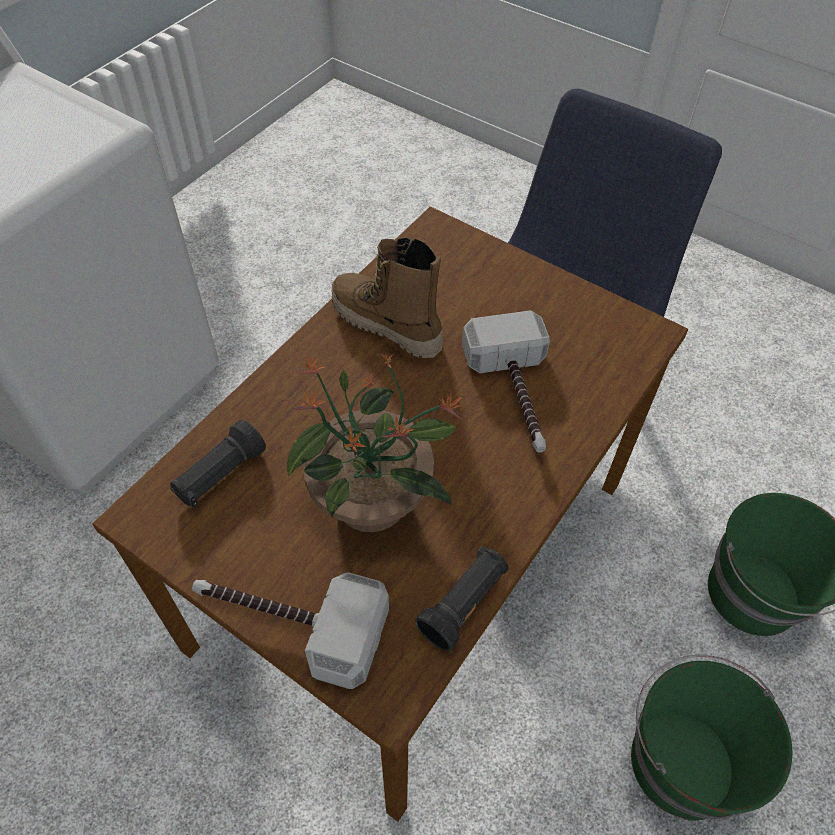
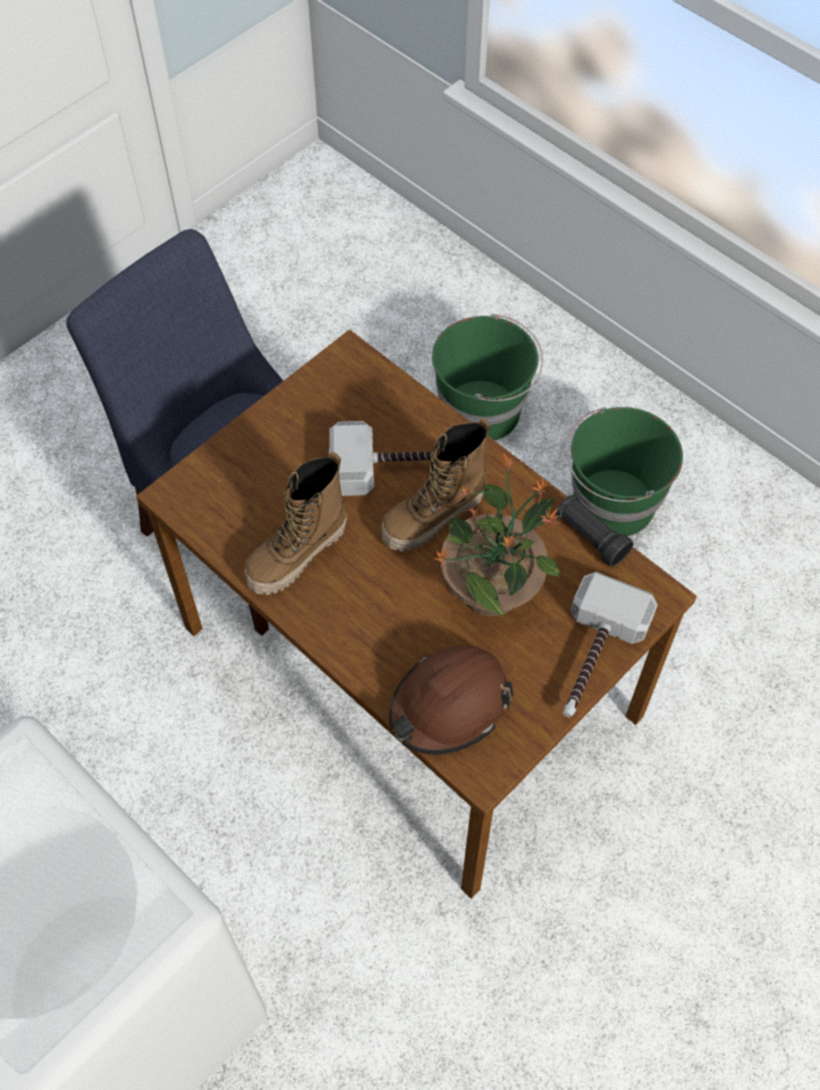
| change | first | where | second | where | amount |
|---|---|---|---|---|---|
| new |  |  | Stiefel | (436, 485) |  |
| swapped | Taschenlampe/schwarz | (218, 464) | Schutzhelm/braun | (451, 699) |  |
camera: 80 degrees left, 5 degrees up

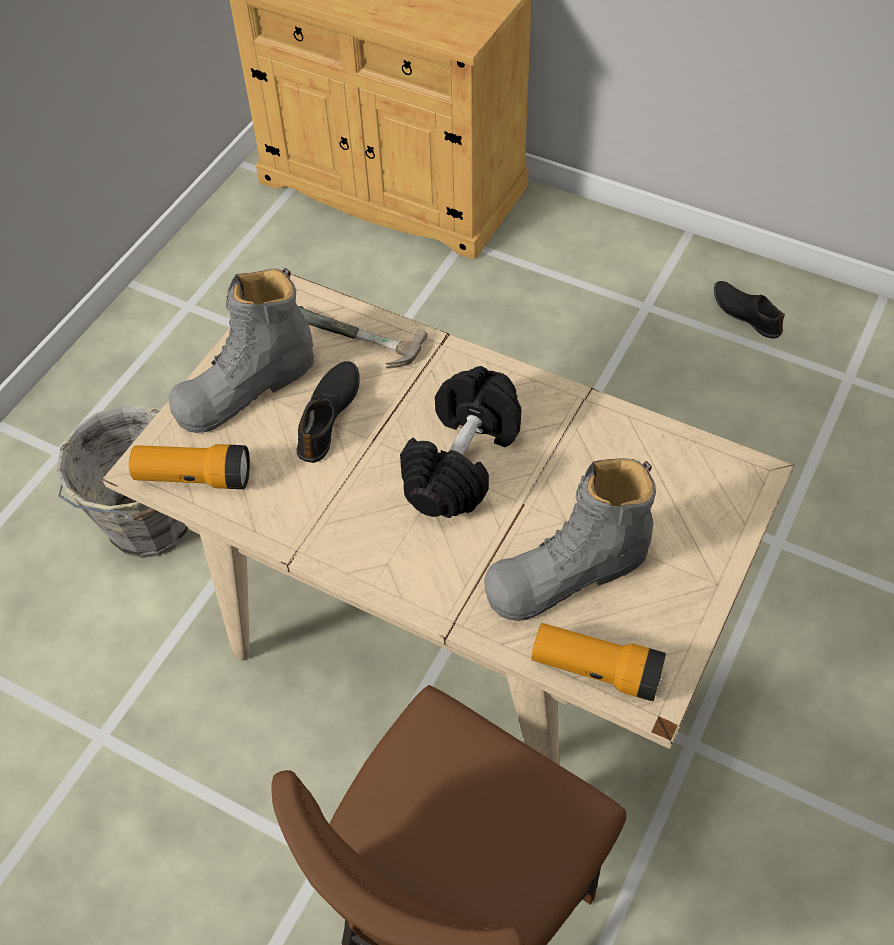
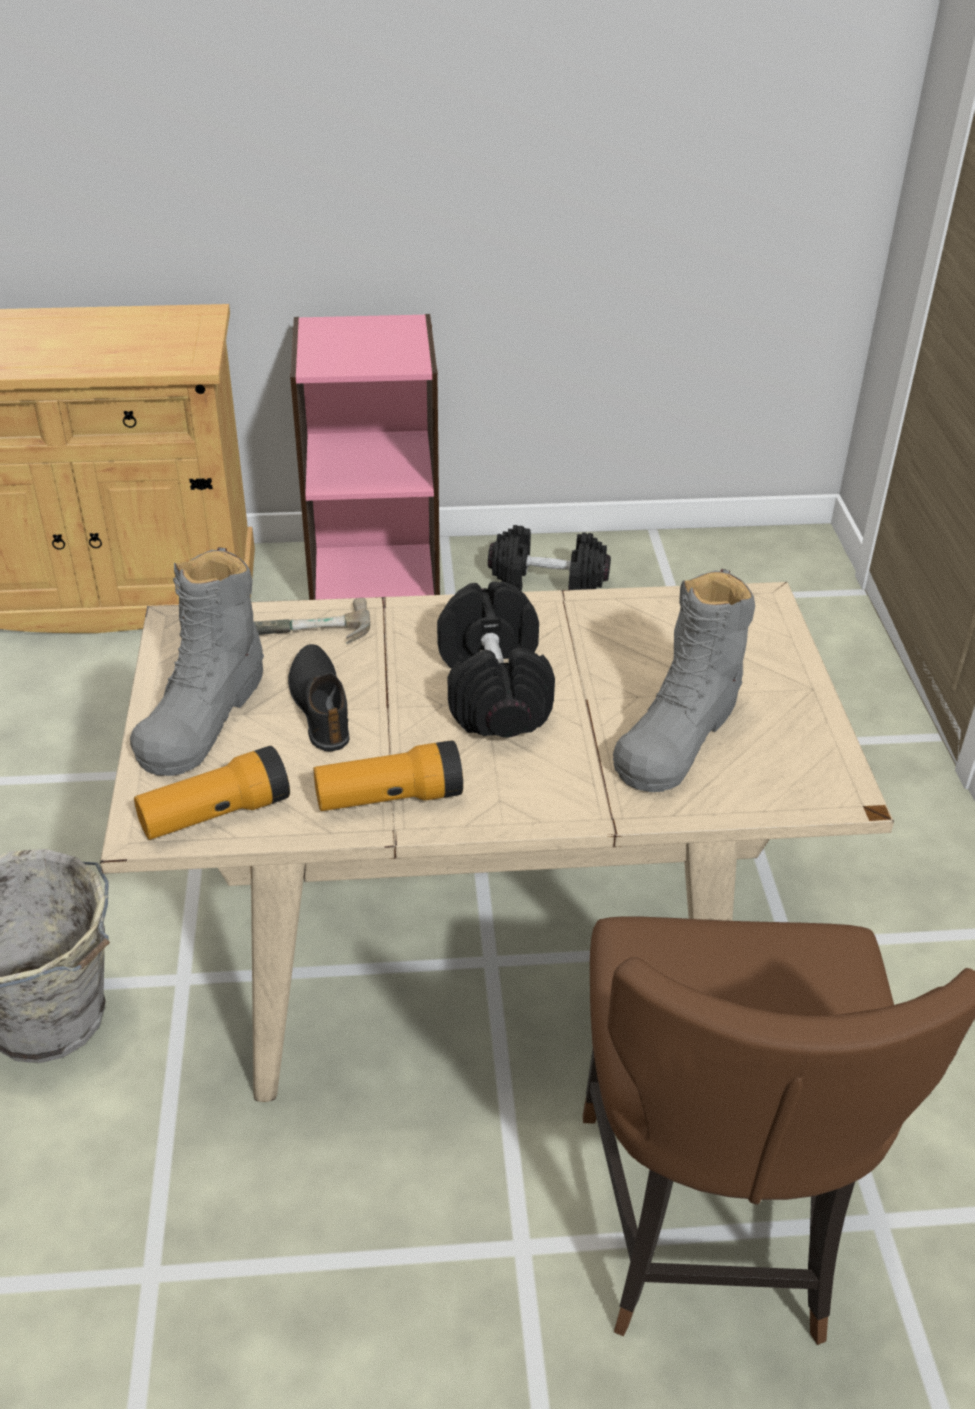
| change | first | where | second | where | amount |
|---|---|---|---|---|---|
| new |  |  | Bücherregal/rosa | (365, 457) |  |
| shifted | Taschenlampe | (598, 662) |  | (388, 776) |  |
| swapped | Schuh/schwarz | (749, 309) | Hantel/schwarz | (549, 558) |  |
camera: 35 degrees left, 15 degrees down

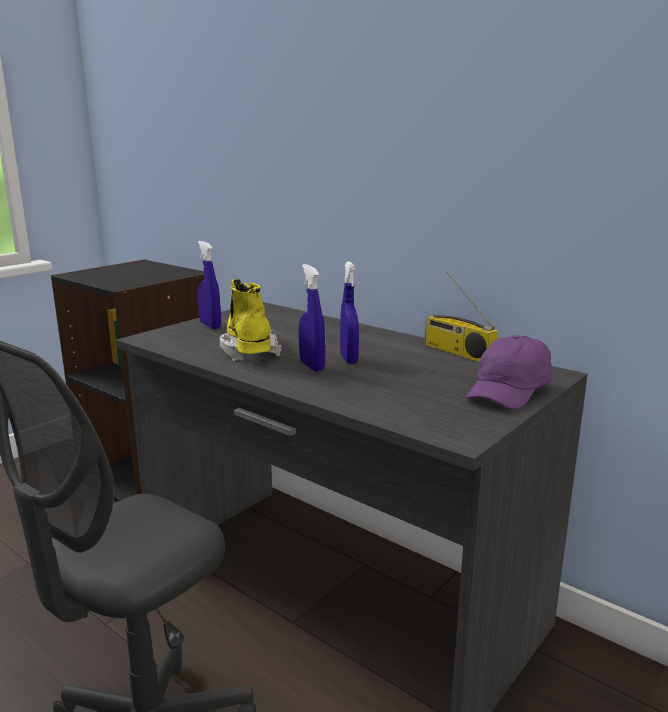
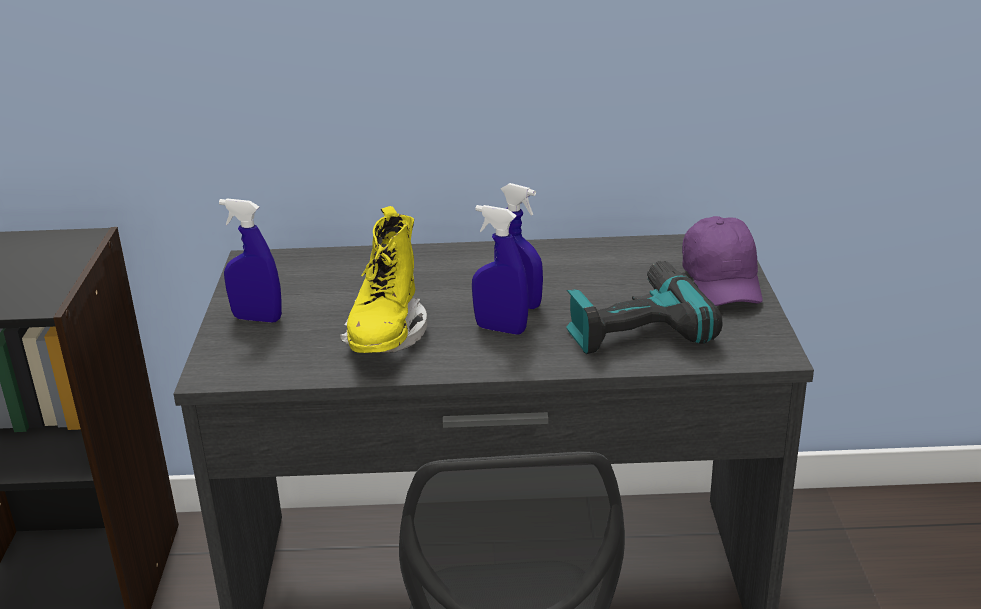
| change | first | where | second | where | amount |
|---|---|---|---|---|---|
| gone | Radio | (461, 317) |  |  |  |
| new |  |  | Bohrmaschine | (644, 307) |  |
| rotated | Stiefel/gelb | (251, 320) |  | (383, 279) | 120 degrees counterclockwise |
camera: 40 degrees left, 10 degrees up

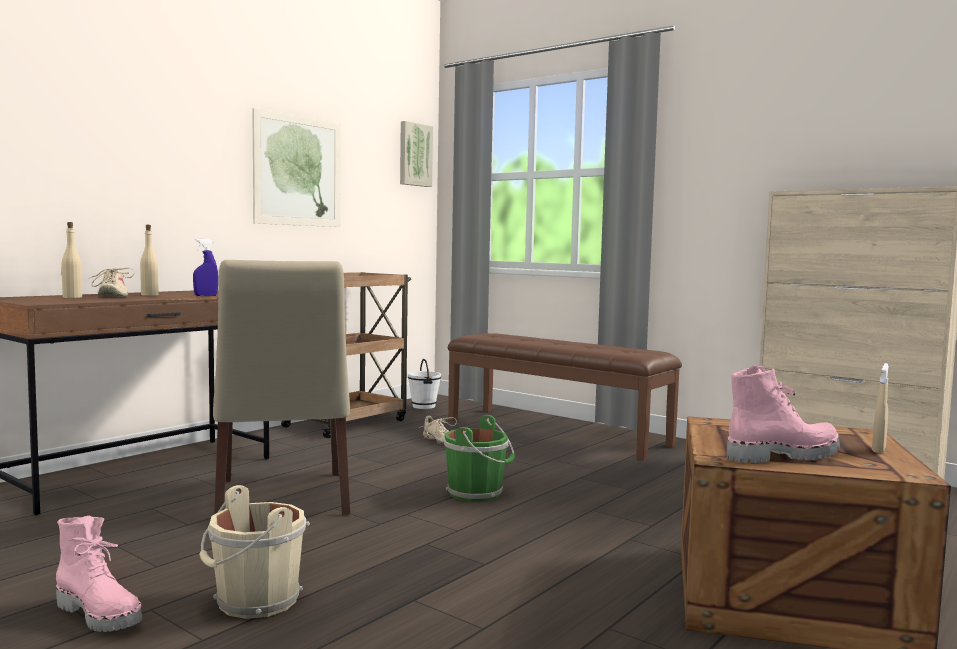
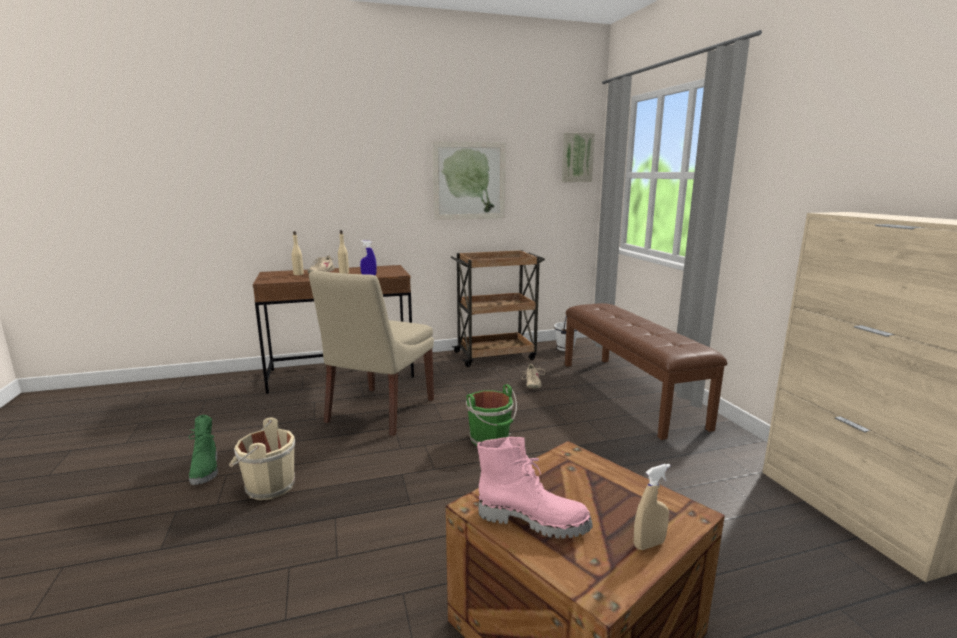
| change | first | where | second | where | amount |
|---|---|---|---|---|---|
| repainted | Stiefel/rosa | (99, 574) | Stiefel/grün | (203, 450) |  |
camera: 35 degrees right, 10 degrees up

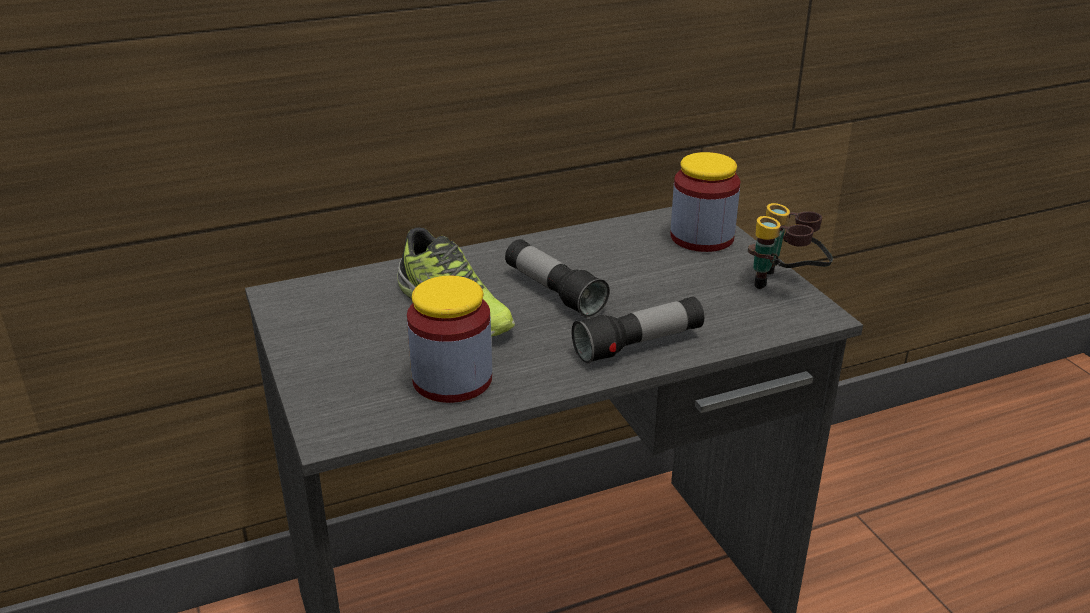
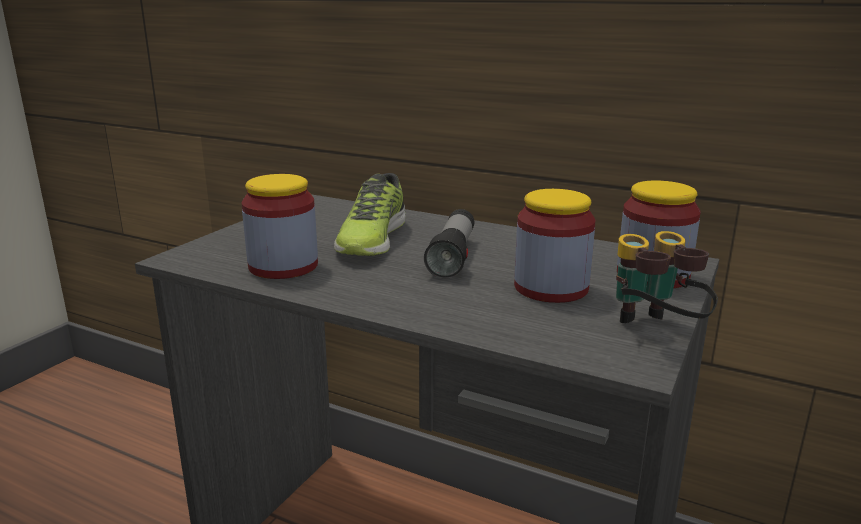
| change | first | where | second | where | amount |
|---|---|---|---|---|---|
| gone | Taschenlampe | (637, 330) |  |  |  |
| new |  |  | Vorratsglas | (555, 246) |  |
camera: 50 degrees right, 10 degrees down

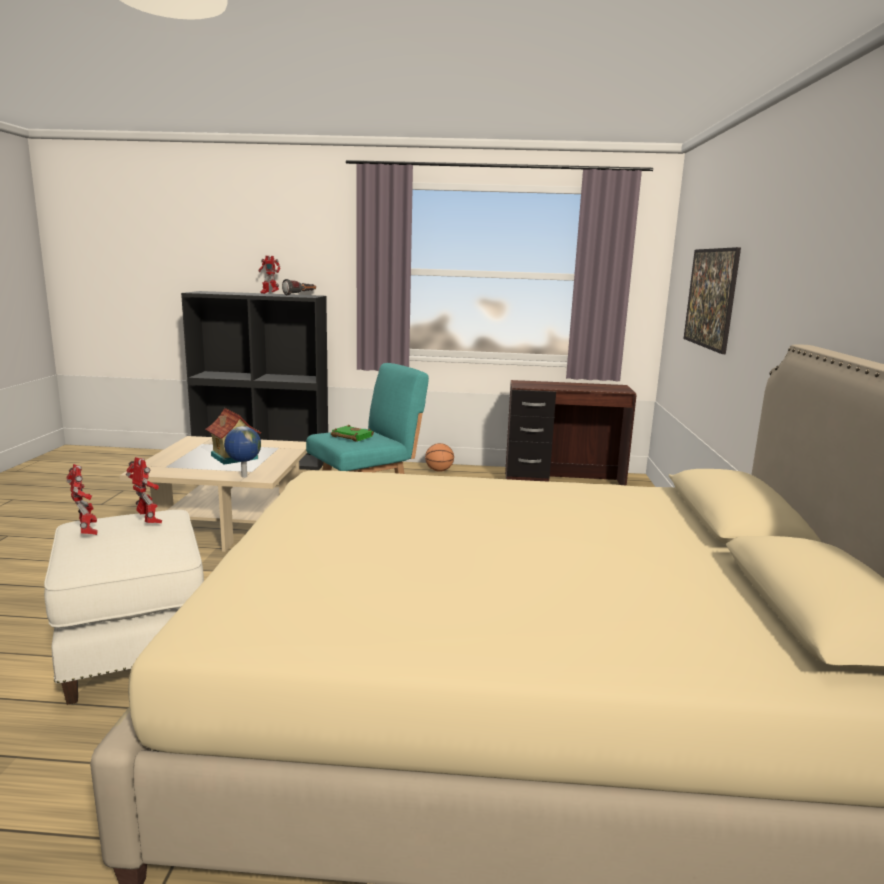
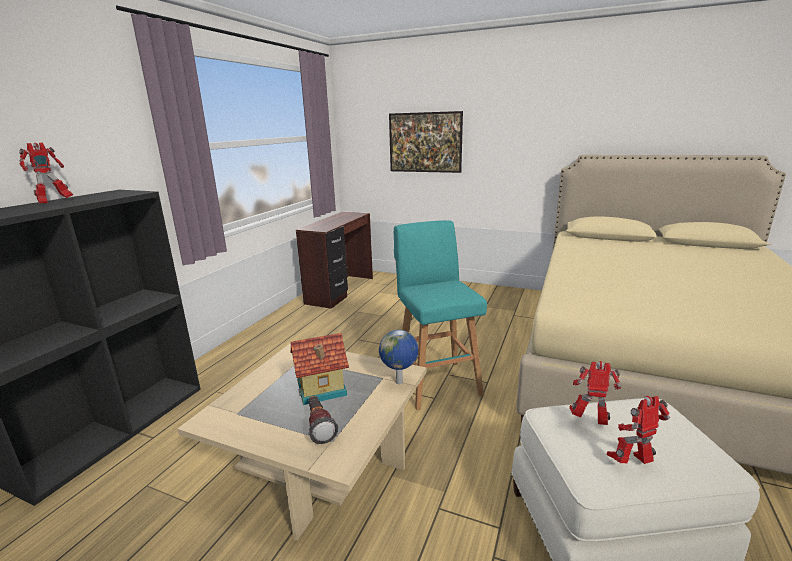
| change | first | where | second | where | amount |
|---|---|---|---|---|---|
| gone | Buch/grün | (352, 433) |  |  |  |
| gone | Basketball | (439, 457) |  |  |  |
| shifted | Taschenlampe | (299, 287) |  | (323, 420) |  |
| rotated | Spielzeugroboter | (144, 490) |  | (595, 393) | 45 degrees clockwise |
camera: 70 degrees left, 5 degrees up

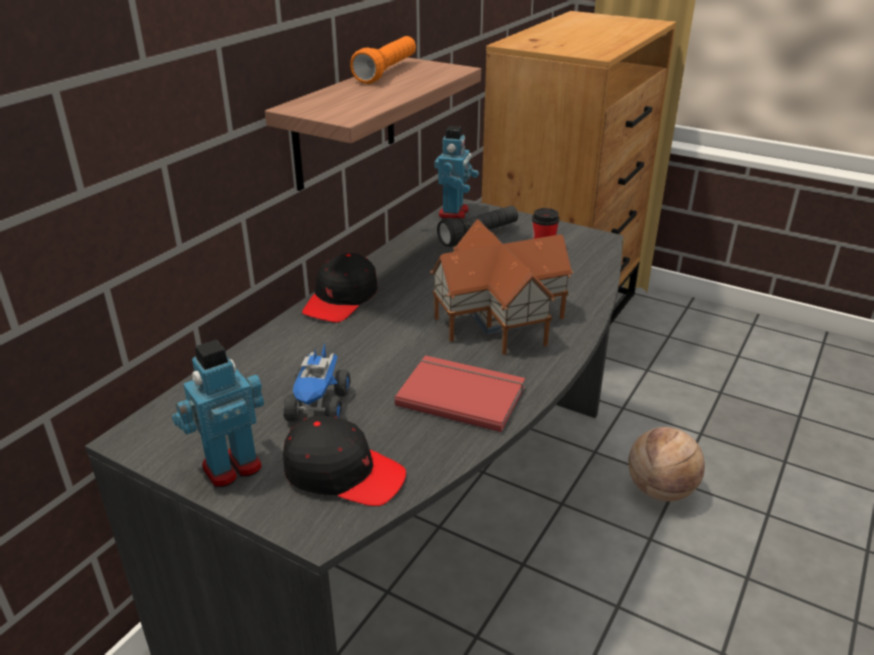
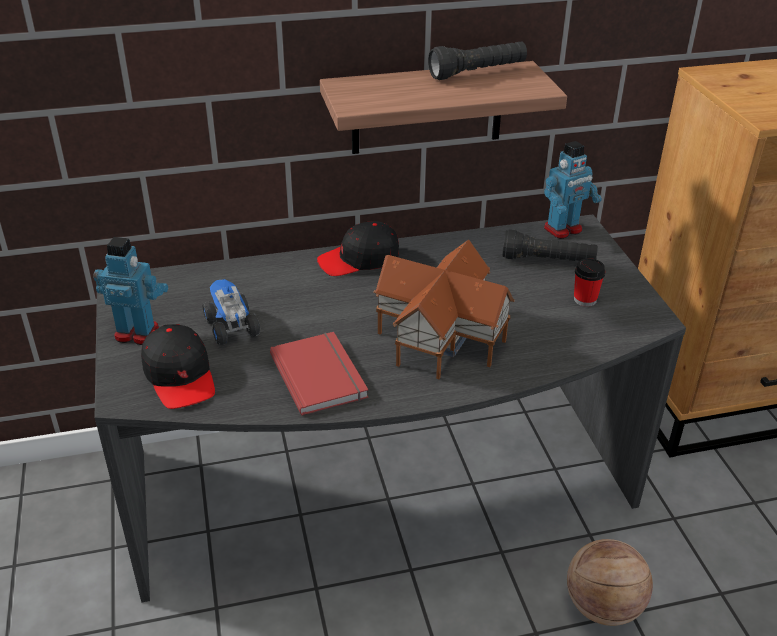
| change | first | where | second | where | amount |
|---|---|---|---|---|---|
| repainted | Taschenlampe/orange | (383, 60) | Taschenlampe/schwarz | (477, 60) |  |
| rotated | Spielzeuglaster | (317, 382) |  | (231, 312) | 105 degrees clockwise |
camera: 45 degrees right, 5 degrees up

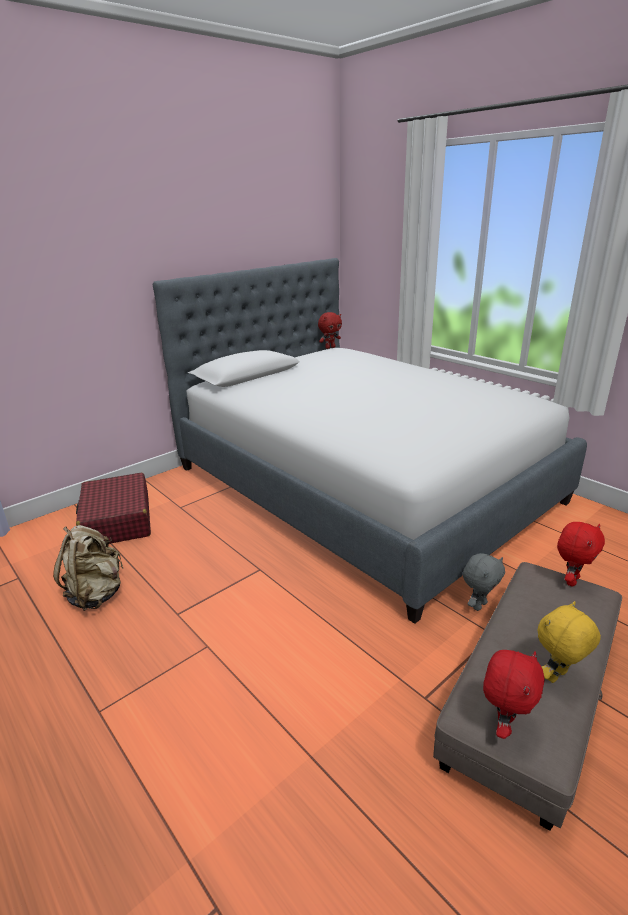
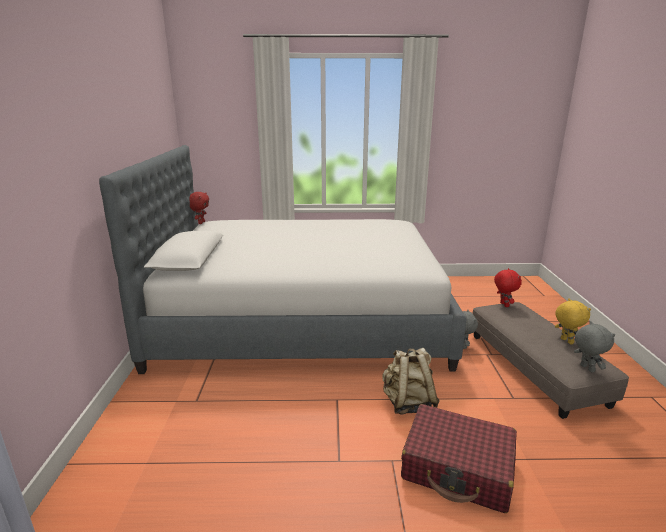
| change | first | where | second | where | amount |
|---|---|---|---|---|---|
| shifted | Rucksack/beige | (88, 568) |  | (411, 381) |  |
| shifted | Koffer/rot | (113, 508) |  | (459, 458) |  |
| repainted | Plüschtier/rot | (514, 694) | Plüschtier/grau | (594, 347) |  |
| rotated | Plüschtier/gelb | (569, 642) |  | (573, 321) | 150 degrees clockwise |
camera: 50 degrees left, 5 degrees down

